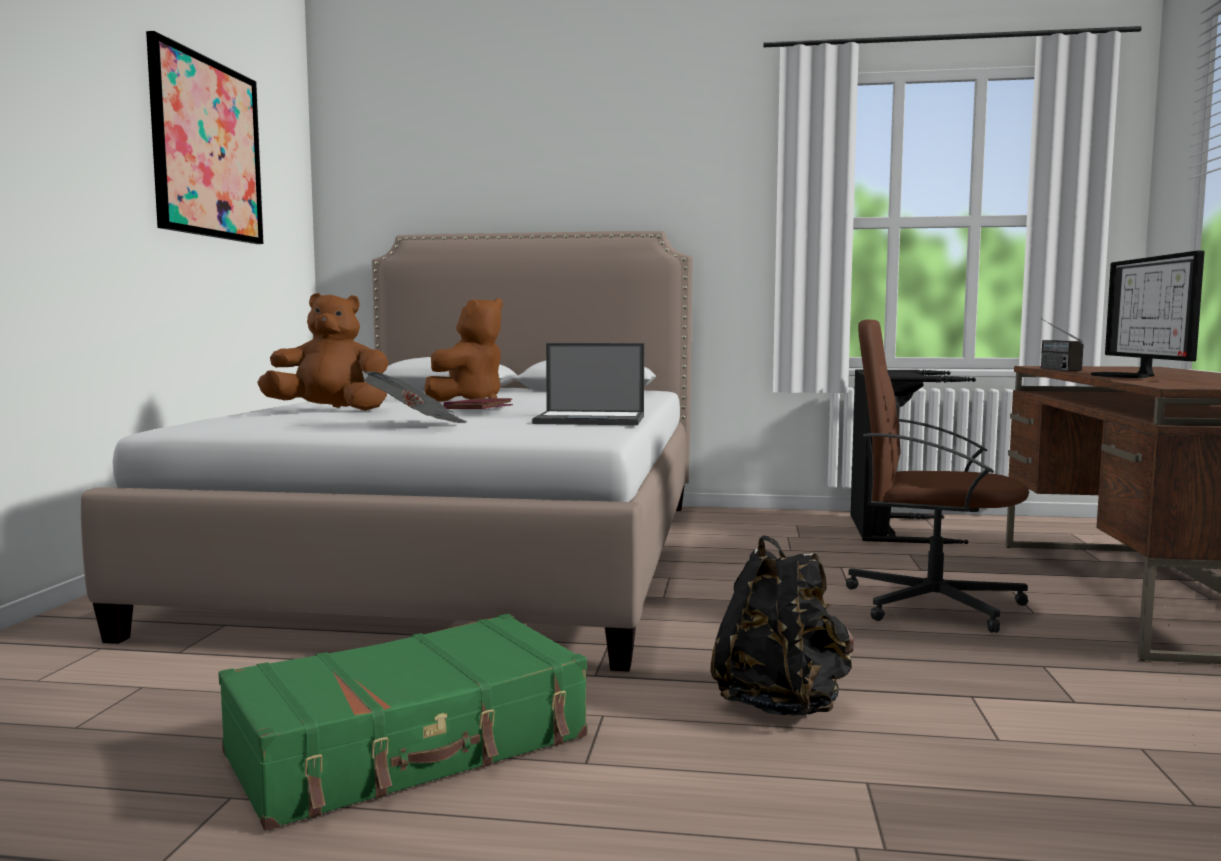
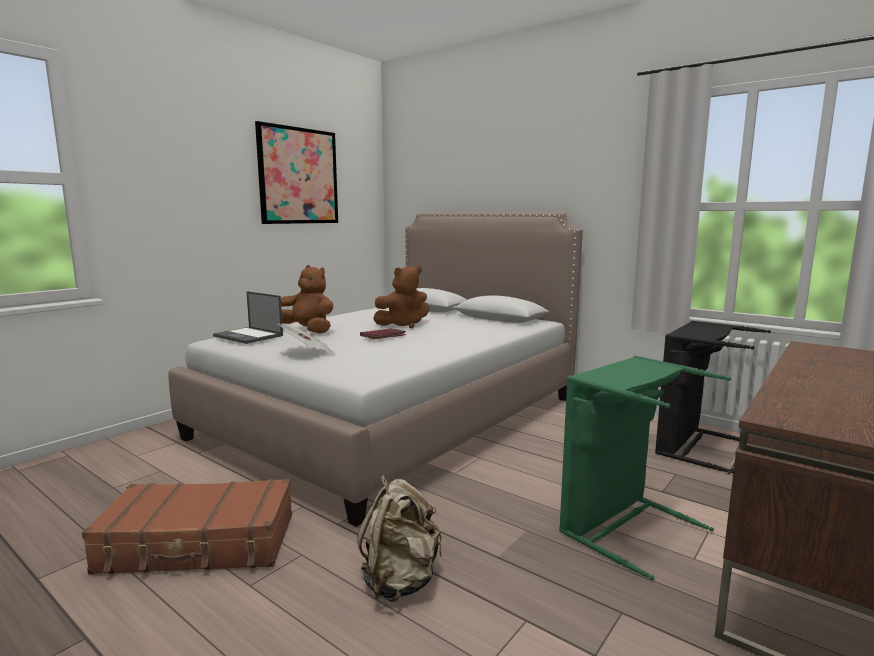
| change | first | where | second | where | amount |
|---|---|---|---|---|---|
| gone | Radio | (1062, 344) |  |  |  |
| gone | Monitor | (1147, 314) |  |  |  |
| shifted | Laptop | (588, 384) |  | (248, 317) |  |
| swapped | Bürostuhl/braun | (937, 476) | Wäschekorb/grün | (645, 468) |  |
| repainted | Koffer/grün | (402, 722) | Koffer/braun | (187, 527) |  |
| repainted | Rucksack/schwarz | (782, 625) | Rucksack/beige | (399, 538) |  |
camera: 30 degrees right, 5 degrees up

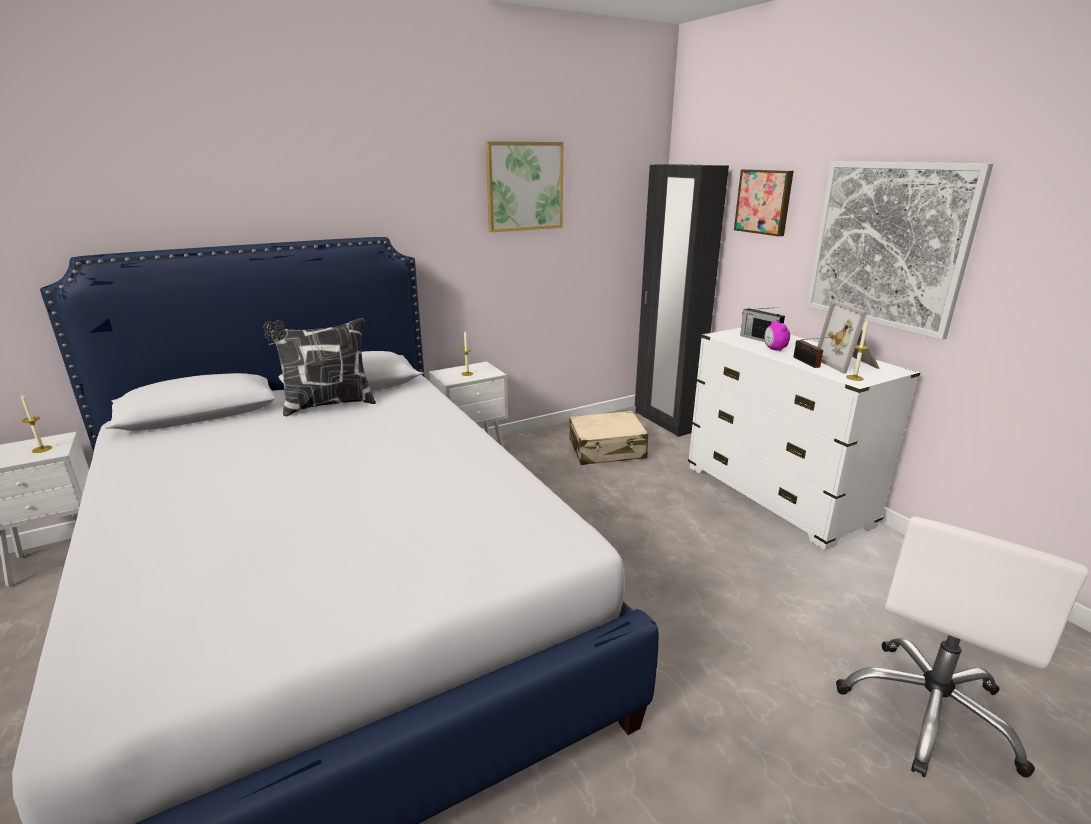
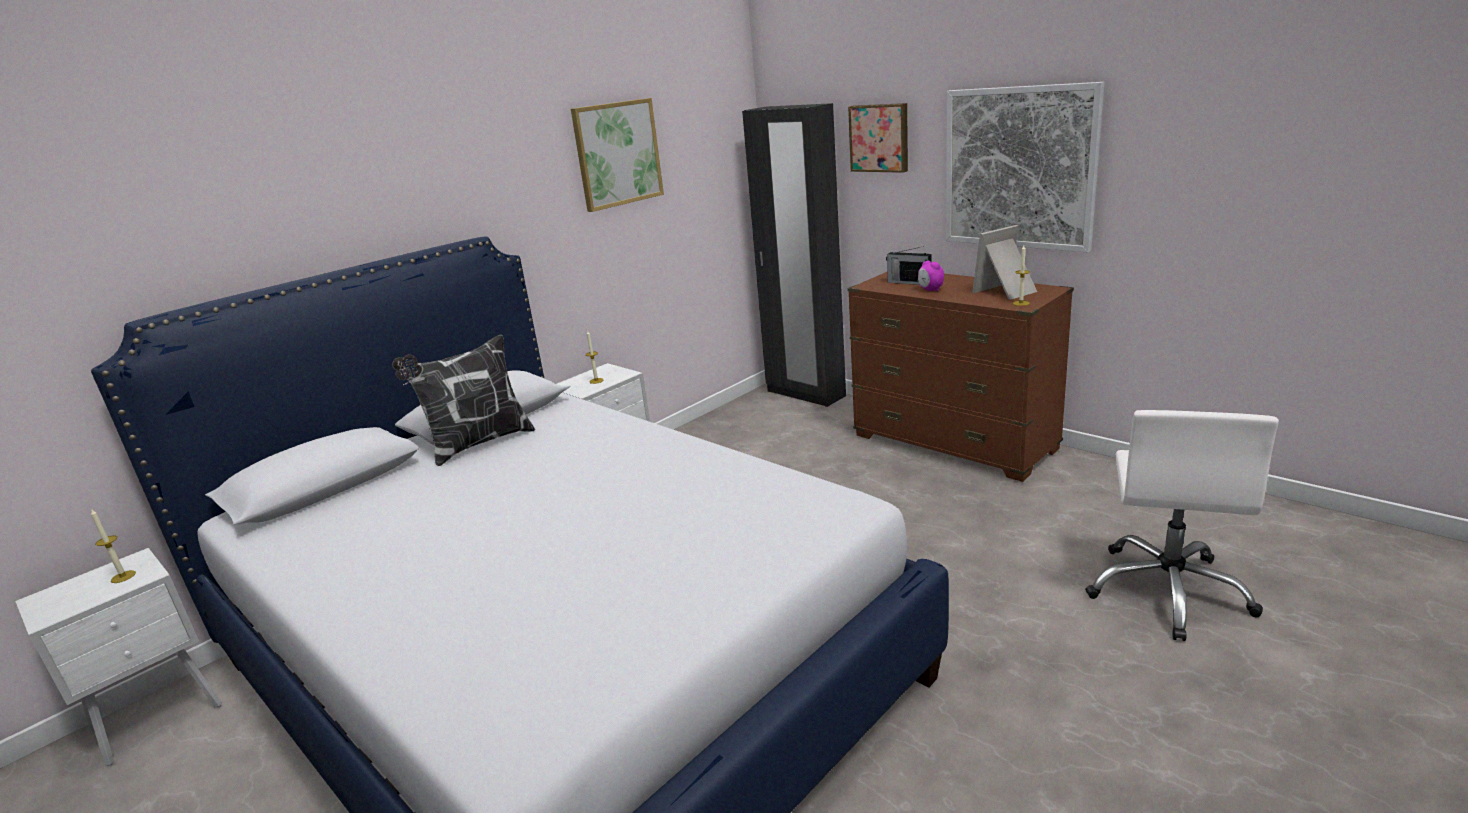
| change | first | where | second | where | amount |
|---|---|---|---|---|---|
| gone | Koffer/beige | (608, 438) |  |  |  |
| gone | Radio | (811, 352) |  |  |  |
| repainted | Kommode/weiß | (804, 439) | Kommode/braun | (961, 377) |  |
| rotated | Bilderrahmen | (848, 337) |  | (1004, 262) | 90 degrees clockwise |
camera: 15 degrees left, 0 degrees up

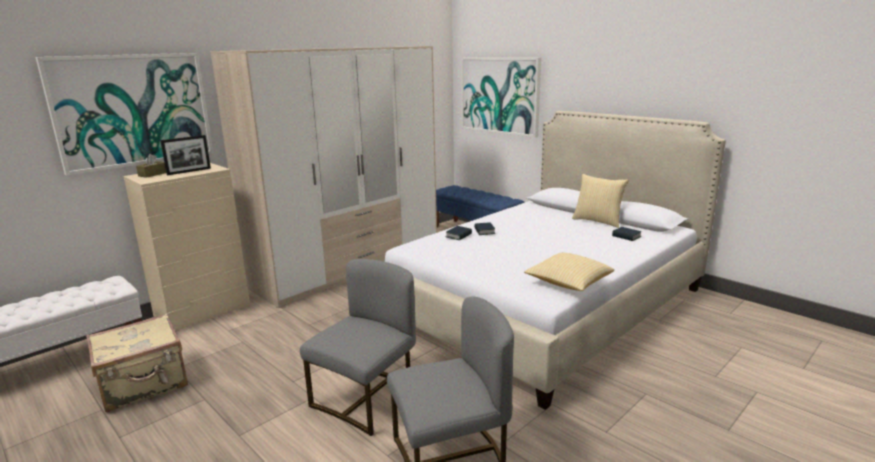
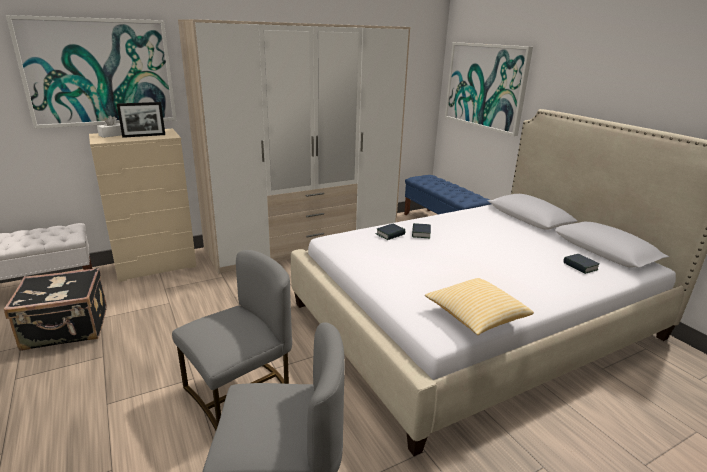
| change | first | where | second | where | amount |
|---|---|---|---|---|---|
| gone | Kissen | (600, 201) |  |  |  |
| repainted | Koffer/beige | (137, 363) | Koffer/schwarz | (55, 309) |  |
| repainted | Taschentuchbox/braun | (151, 166) | Taschentuchbox/weiß | (109, 126) |  |
camera: 15 degrees right, 5 degrees up

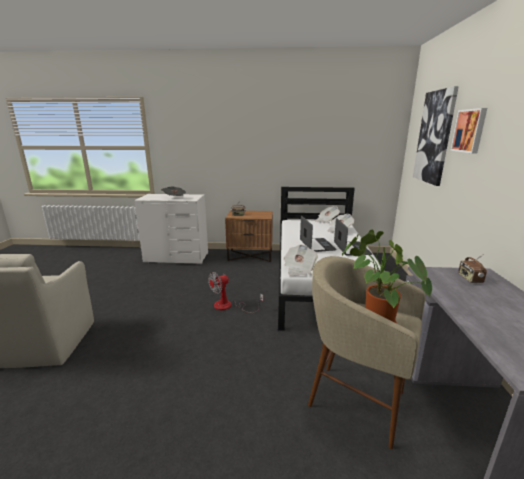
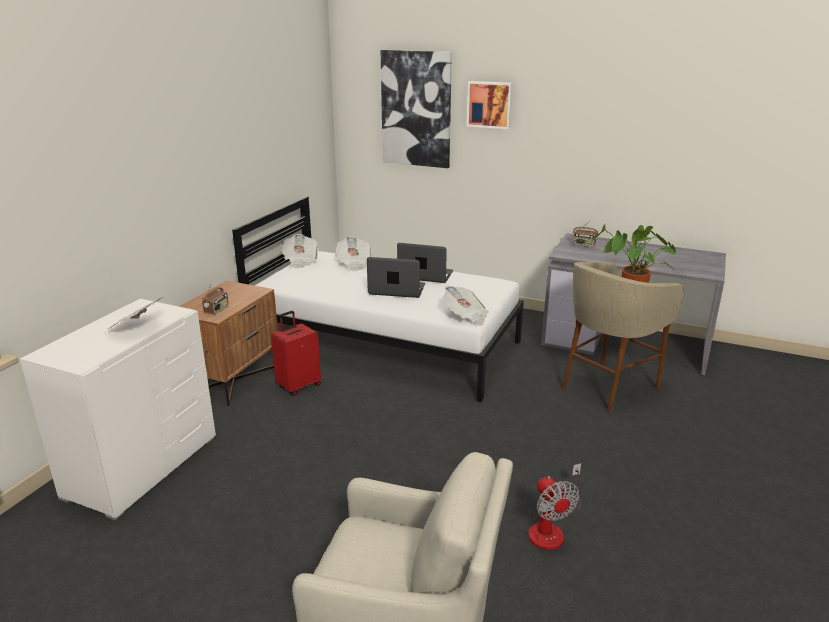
| change | first | where | second | where | amount |
|---|---|---|---|---|---|
| new |  |  | Koffer/rot | (296, 353) |  |
| shifted | Ventilator | (235, 292) |  | (554, 506) |  |
camera: 70 degrees left, 5 degrees up

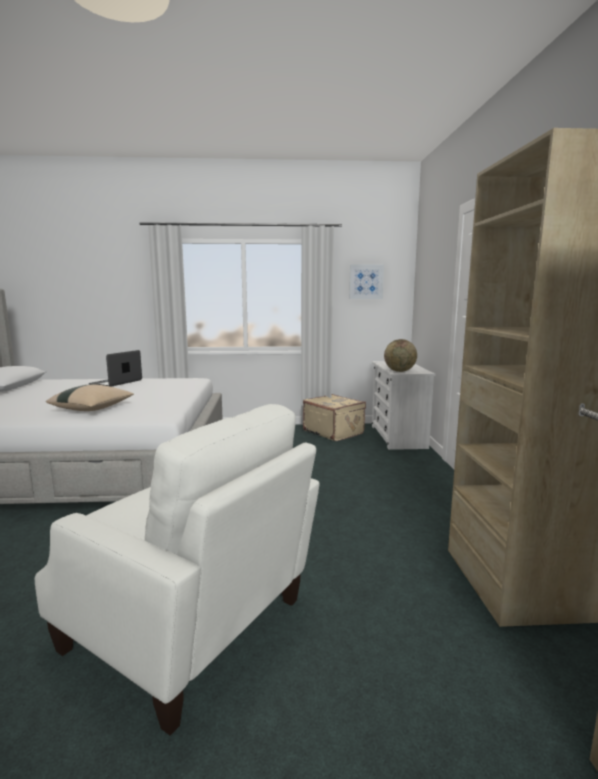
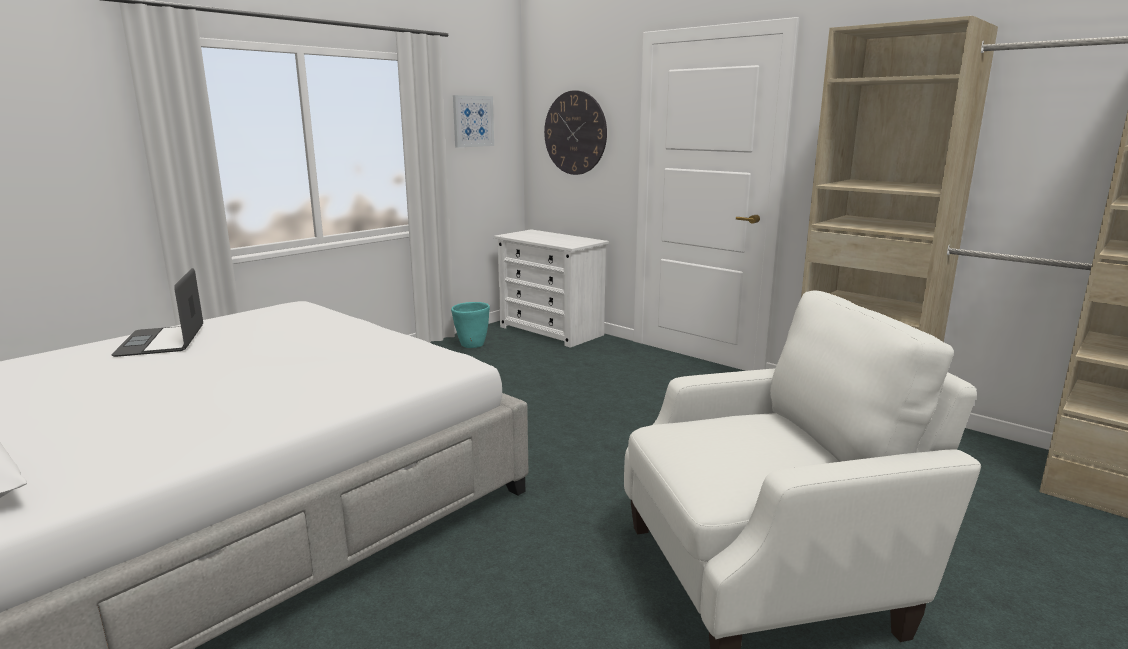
| change | first | where | second | where | amount |
|---|---|---|---|---|---|
| gone | Kissen/beige | (90, 397) |  |  |  |
| gone | Globus | (400, 355) |  |  |  |
| new |  |  | Wanduhr | (575, 132) |  |
| swapped | Koffer/beige | (334, 417) | Pflanzkübel/türkis | (470, 325) |  |
camera: 45 degrees left, 5 degrees up

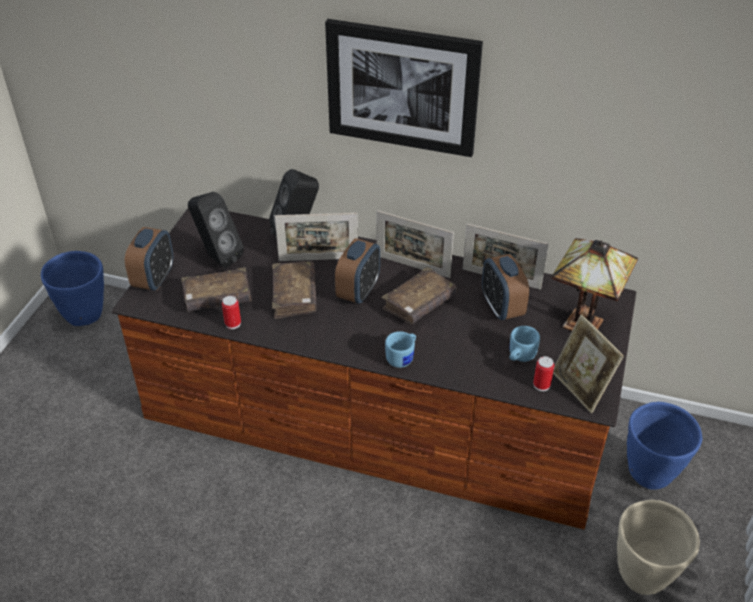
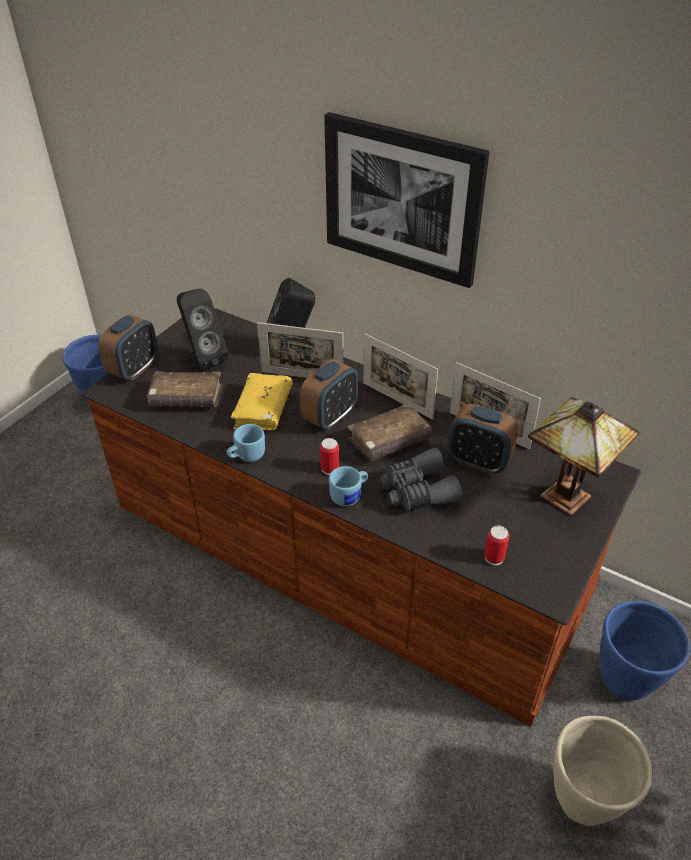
| change | first | where | second | where | amount |
|---|---|---|---|---|---|
| gone | Bilderrahmen | (588, 364) |  |  |  |
| new |  |  | Fernglas/grau | (420, 479) |  |
| shifted | Dose | (231, 312) |  | (329, 456) |  |
| shifted | Henkelbecher/blau | (525, 344) |  | (246, 443) |  |
| repainted | Buch/braun | (294, 290) | Buch/gelb | (261, 401) |  |
| rotated | Wecker | (505, 287) |  | (483, 439) | 60 degrees counterclockwise |
camera: 15 degrees right, 0 degrees up

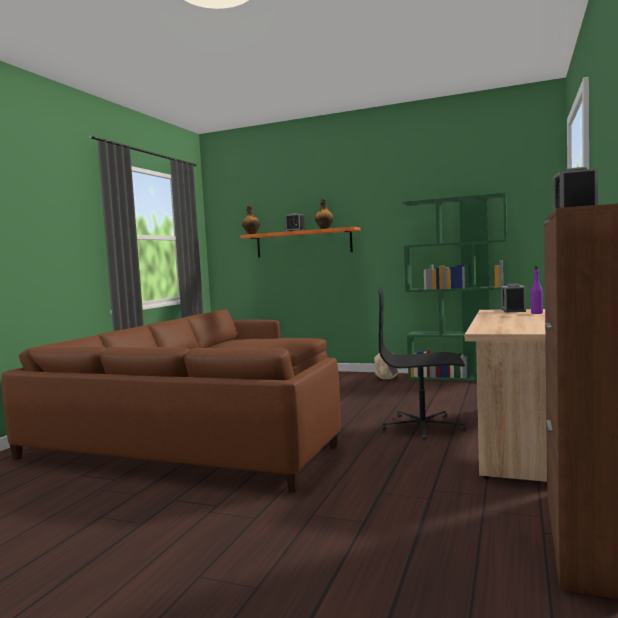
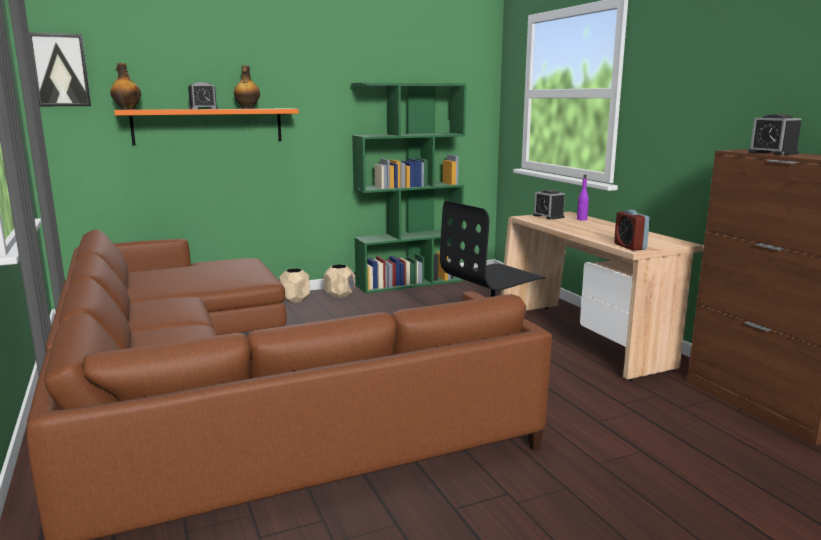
| change | first | where | second | where | amount |
|---|---|---|---|---|---|
| new |  |  | Bild | (60, 69) |  |
| new |  |  | Pflanzkübel/beige | (294, 285) |  |
| new |  |  | Wecker | (632, 230) |  |
camera: 45 degrees left, 10 degrees up

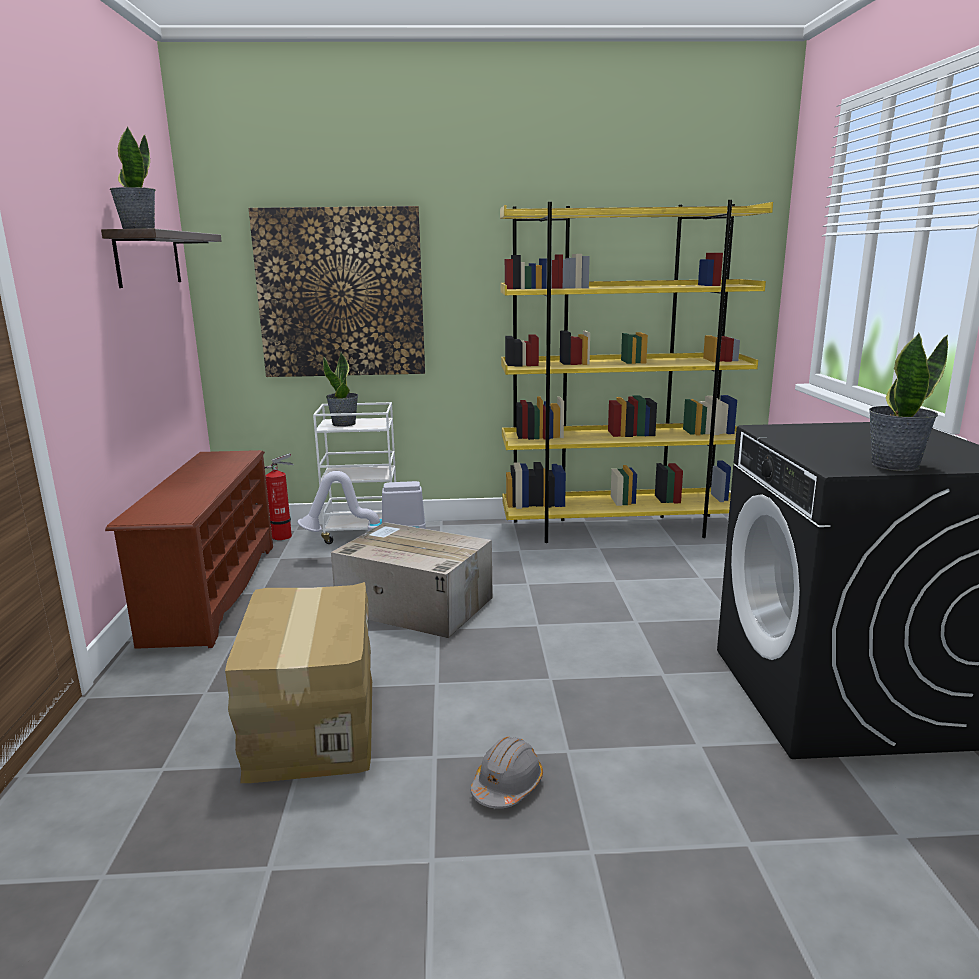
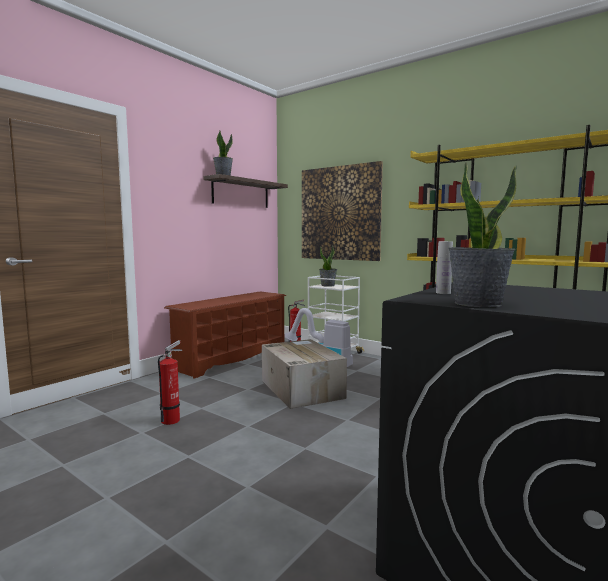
| change | first | where | second | where | amount |
|---|---|---|---|---|---|
| gone | Schutzhelm/grau | (506, 773) |  |  |  |
| new |  |  | Flasche/weiß | (444, 267) |  |
| swapped | Karton | (298, 682) | Feuerlöscher | (170, 382) |  |
camera: 40 degrees right, 10 degrees down

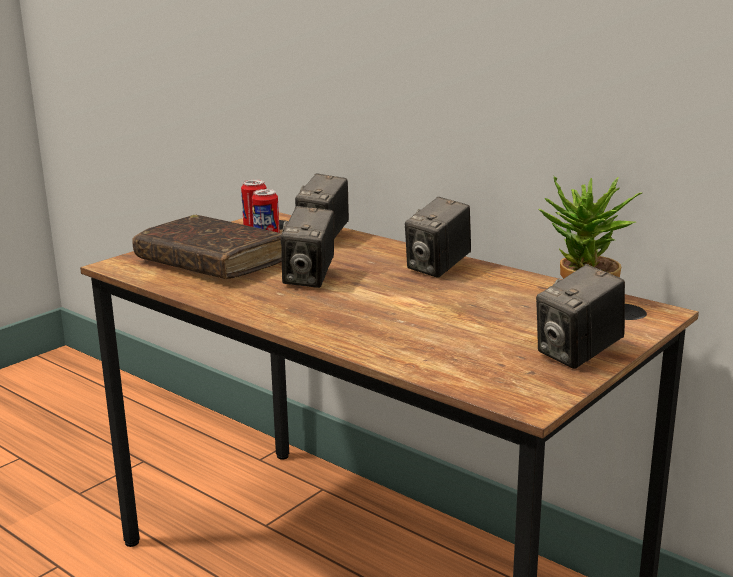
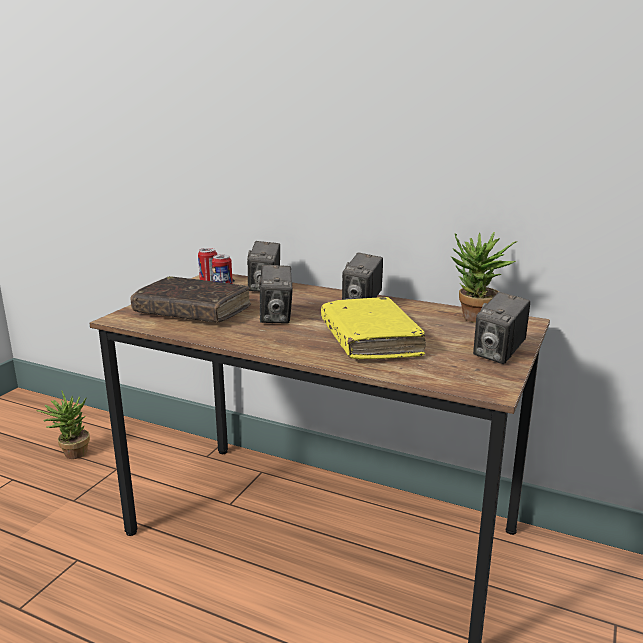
| change | first | where | second | where | amount |
|---|---|---|---|---|---|
| new |  |  | Topfpflanze | (63, 424) |  |
| new |  |  | Buch/gelb | (373, 328) |  |
camera: 15 degrees left, 0 degrees up

